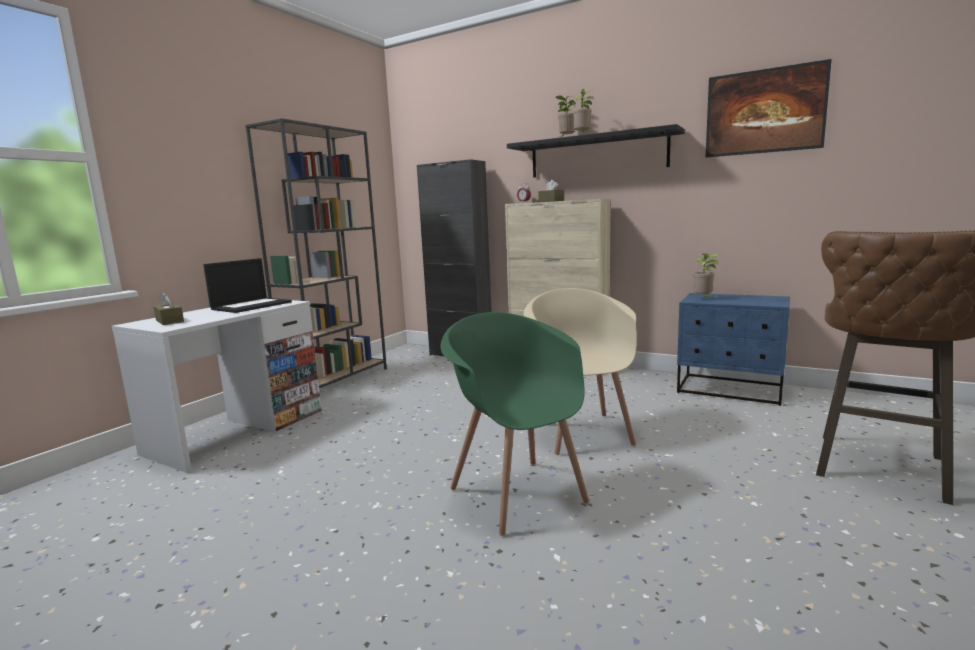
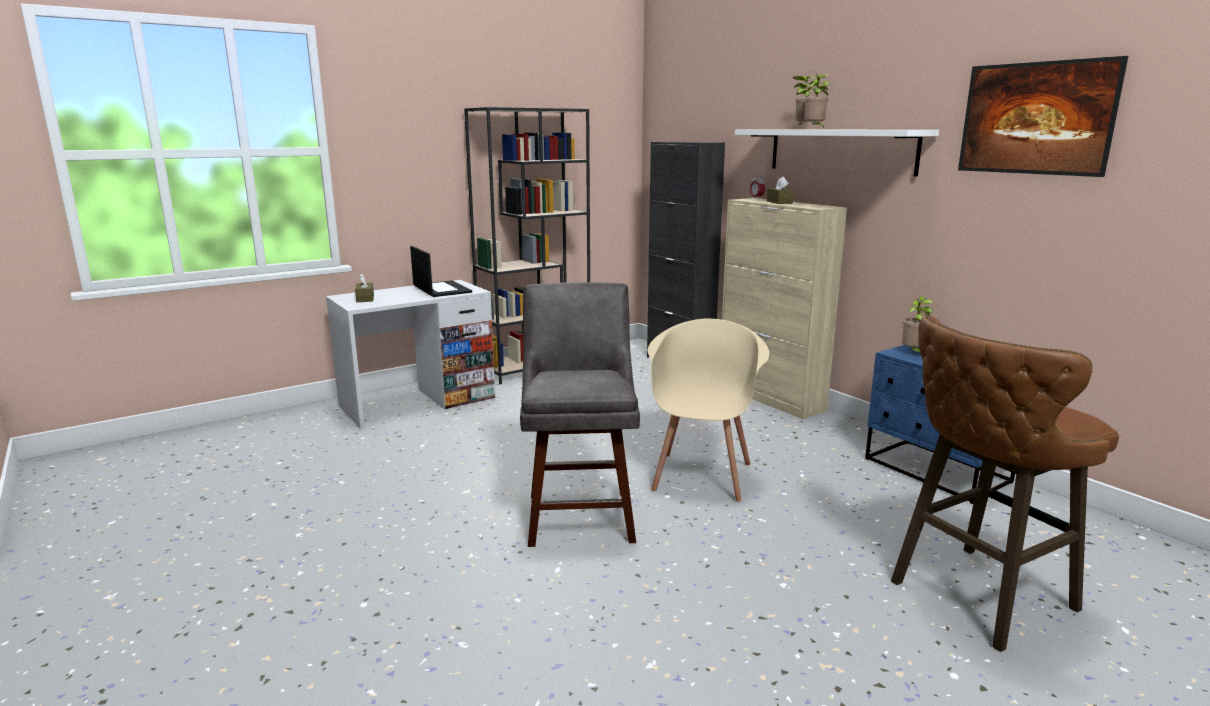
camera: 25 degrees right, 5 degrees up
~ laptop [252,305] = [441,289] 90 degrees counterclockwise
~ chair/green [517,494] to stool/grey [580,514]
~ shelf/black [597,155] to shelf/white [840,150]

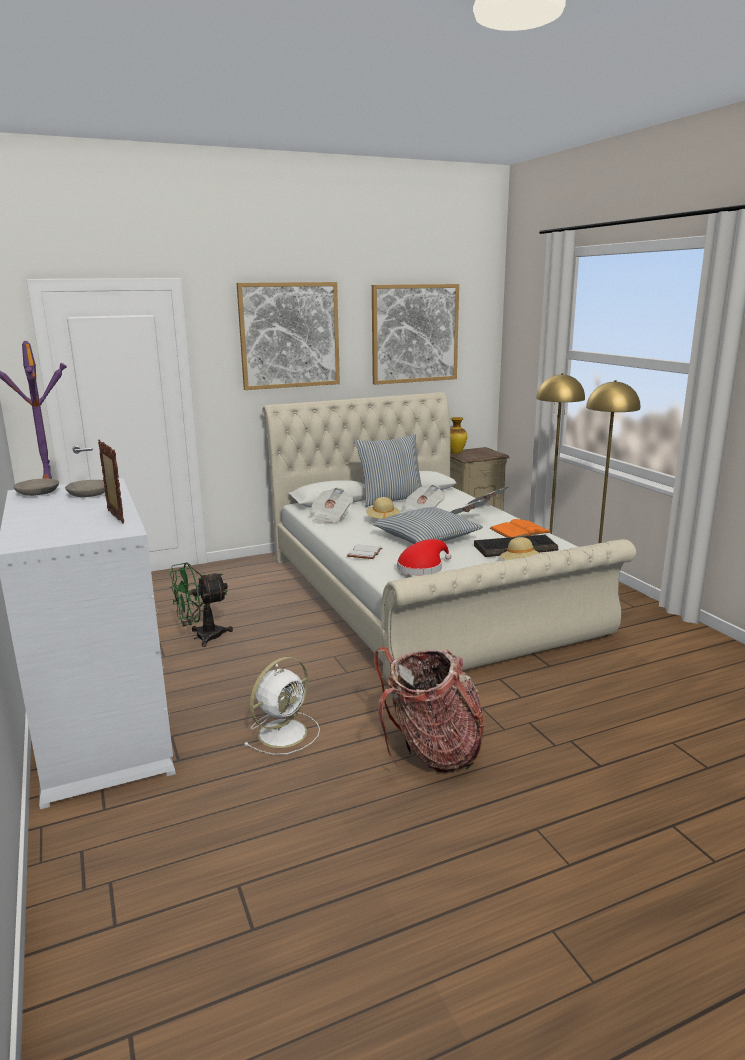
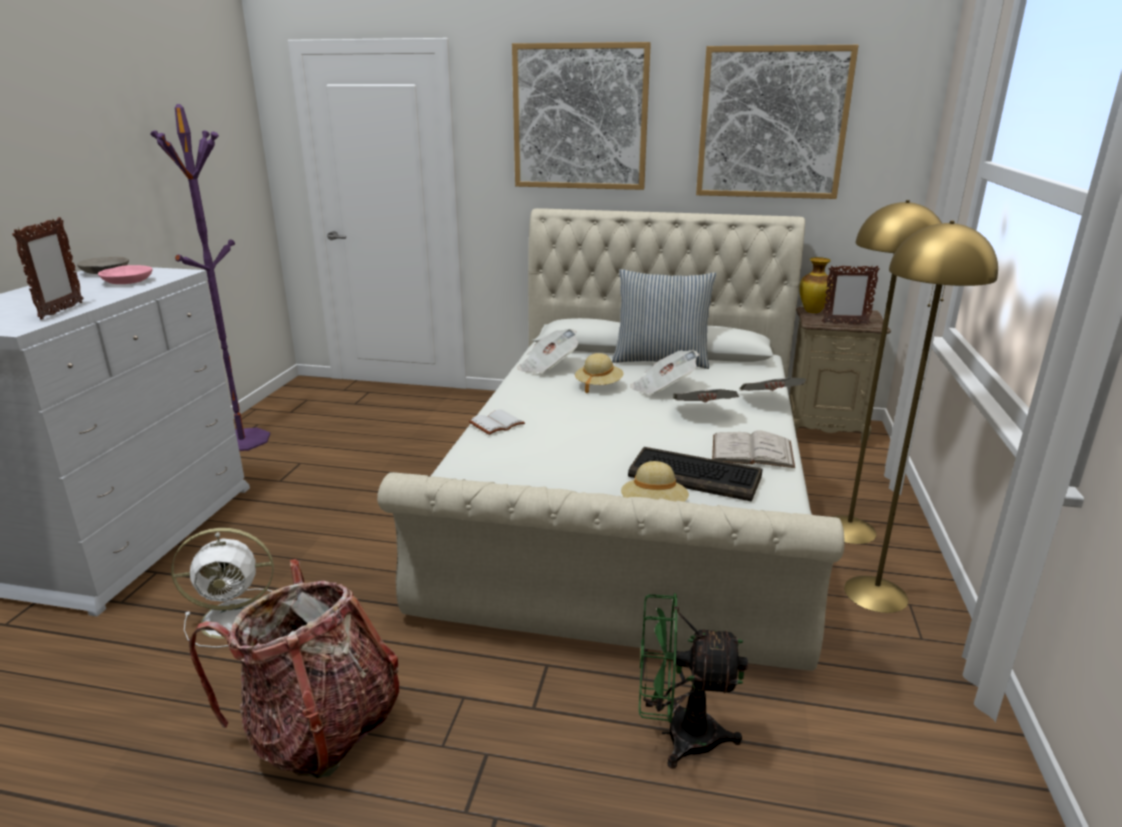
camera: 35 degrees right, 5 degrees up
~ bowl/grey [88,494] to bowl/pink [127,281]
~ fan/green [202,637] to [677,735]
~ book/orange [520,530] to book/white [752,451]
+ picture frame [845,324]
- pillow [426,537]
- hat/red [422,567]

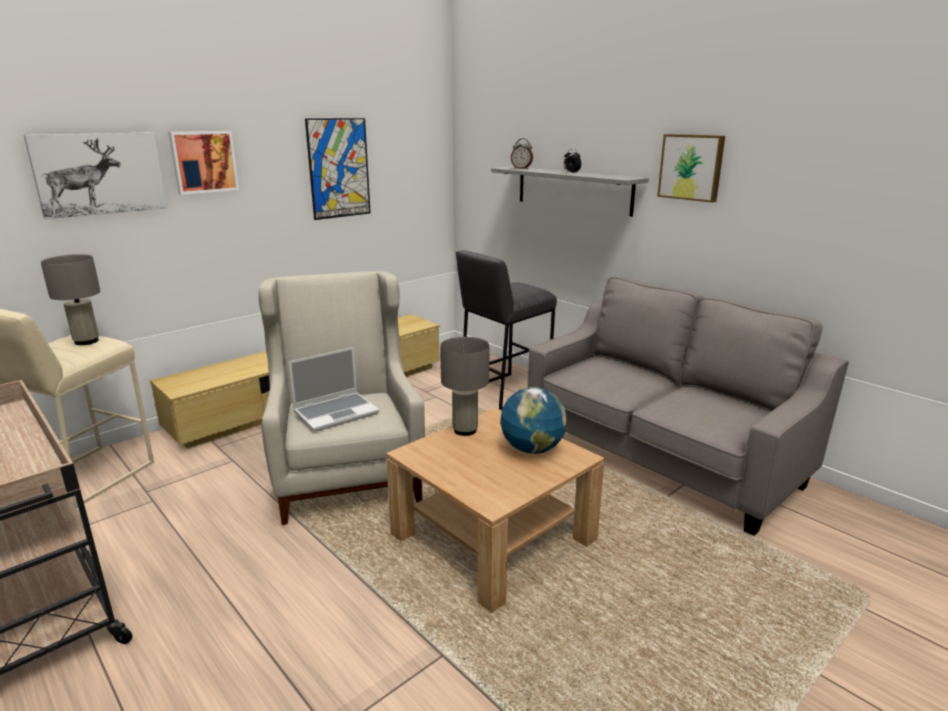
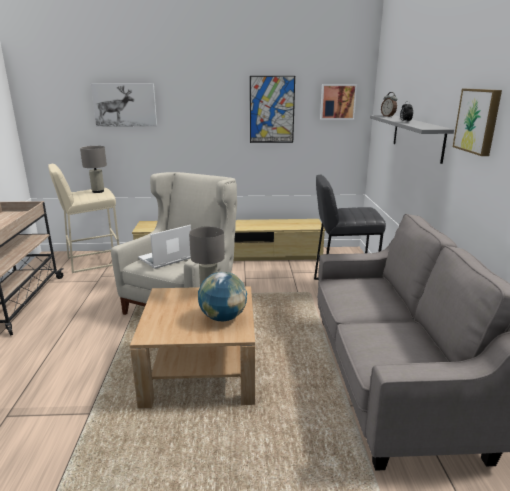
camera: 40 degrees right, 0 degrees up
~ laptop [336,412] = [165,259] 135 degrees clockwise
~ picture [203,162] to [337,101]

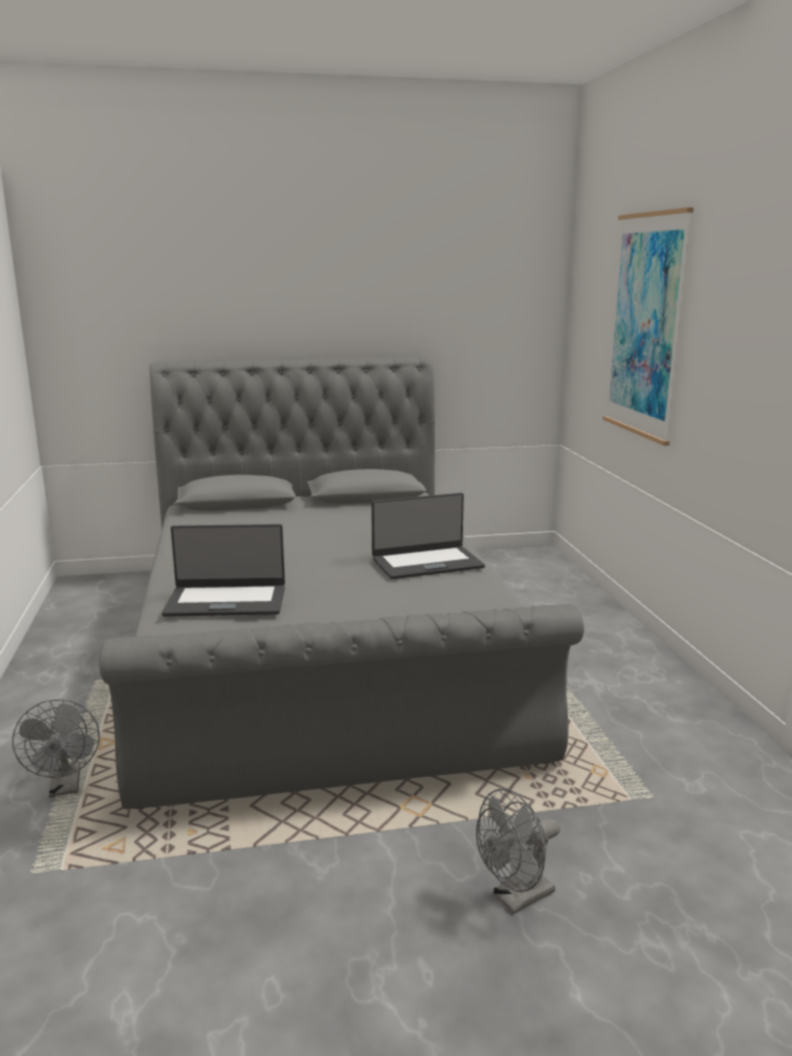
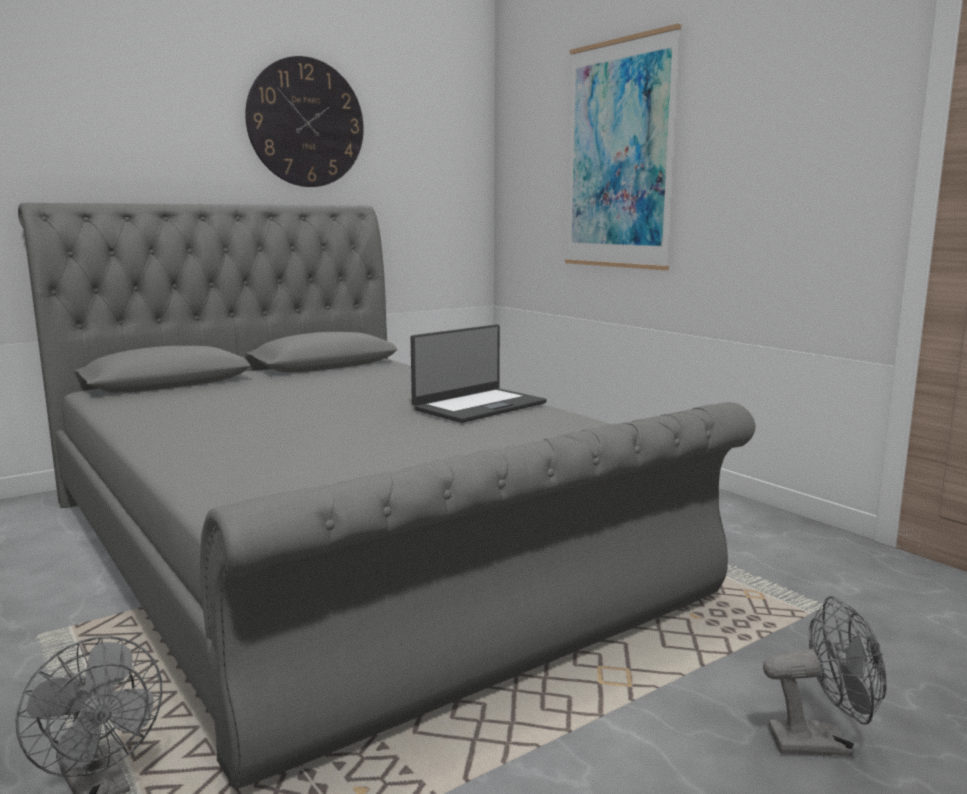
camera: 25 degrees left, 5 degrees down
+ wall clock [306,123]
~ fan/grey [516,898] = [821,742] 120 degrees counterclockwise
- laptop [226,601]

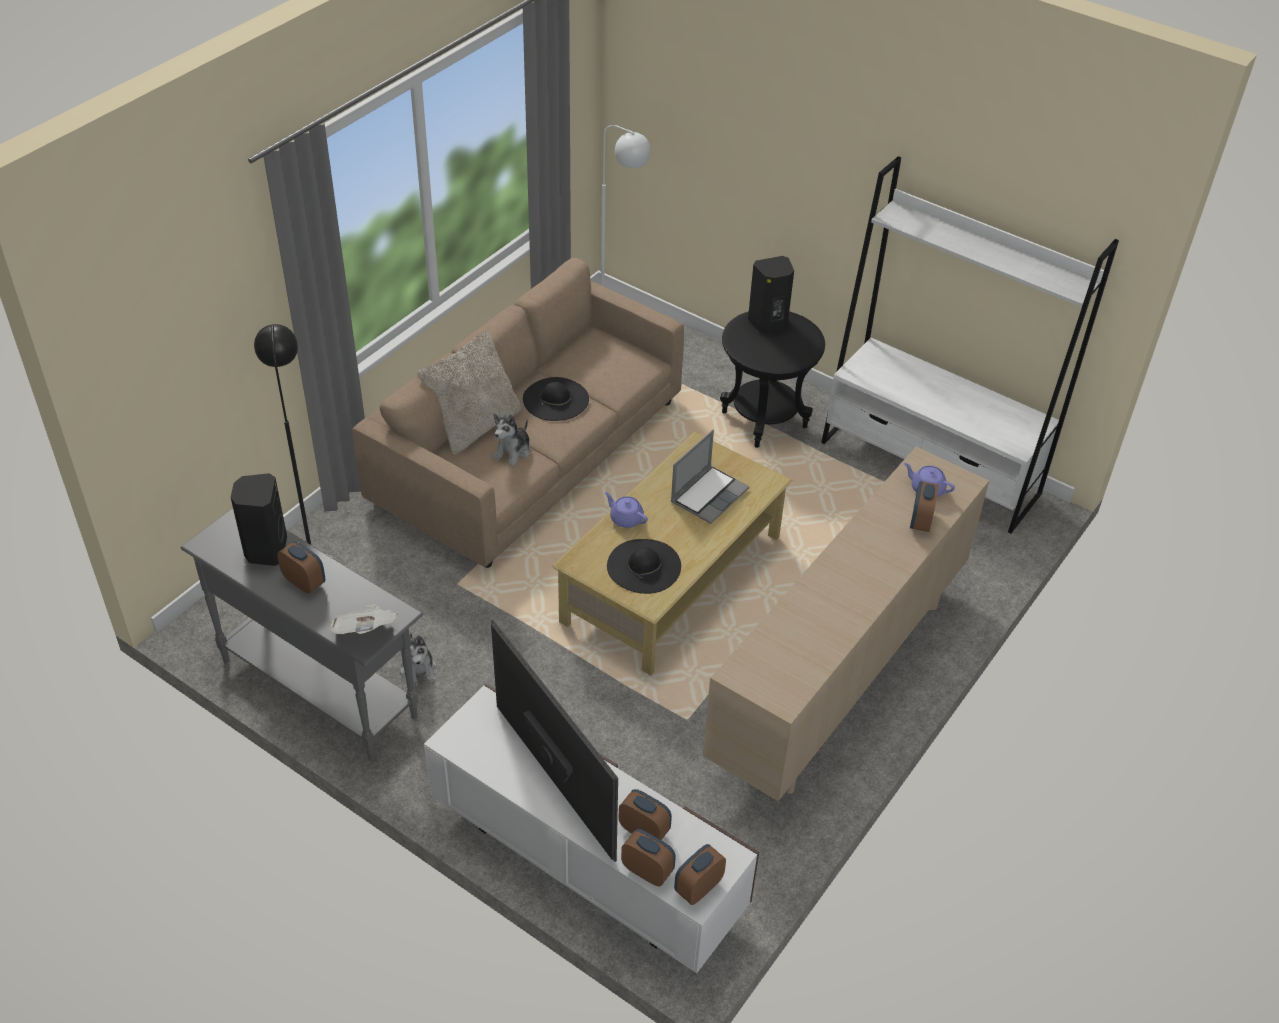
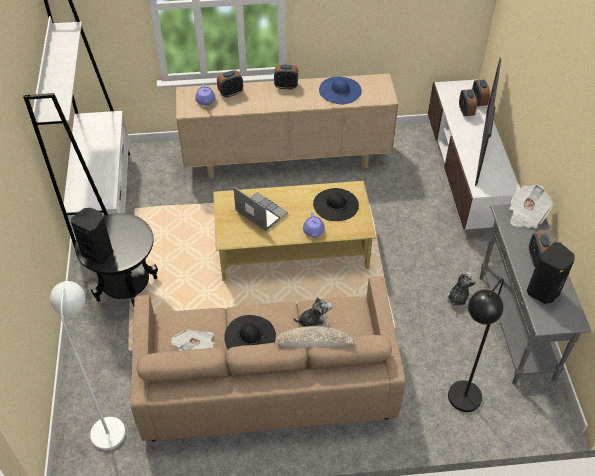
camera: 130 degrees left, 5 degrees up
+ newspaper [196,347]
~ laptop [709,495] = [260,212] 45 degrees clockwise
~ alarm clock [698,888] to [286,86]
+ hat/blue [340,90]

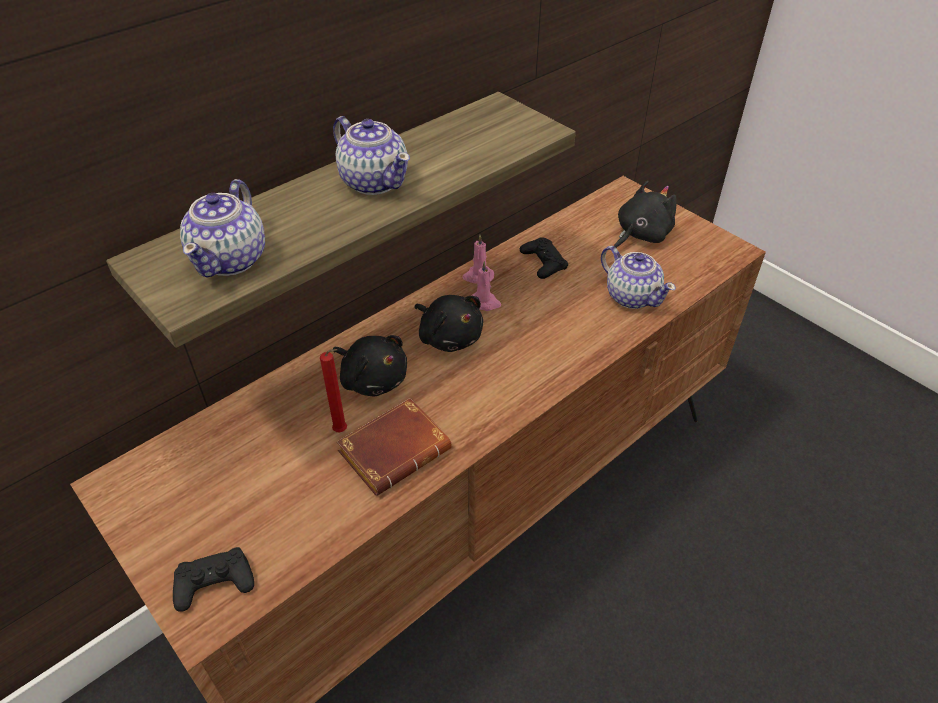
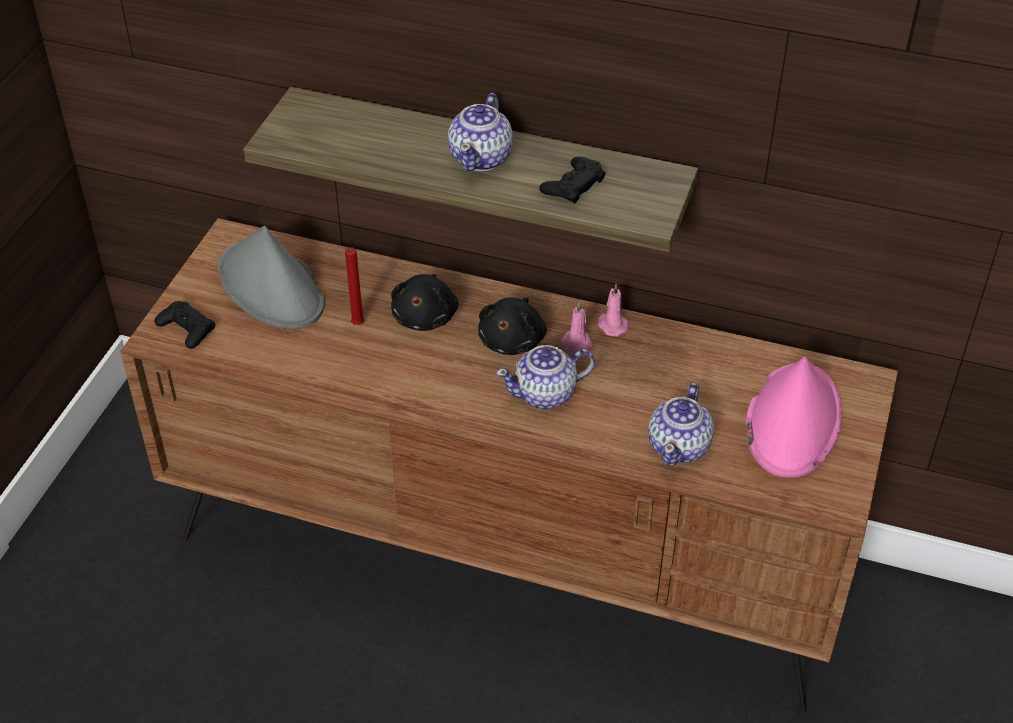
camera: 60 degrees right, 0 degrees up
+ hat/grey [271,287]
~ teapot [231,259] to [546,394]
~ game controller/black [543,262] to [573,185]
~ plush toy/black [640,235] to hat/pink [792,421]
- book/brown [395,449]

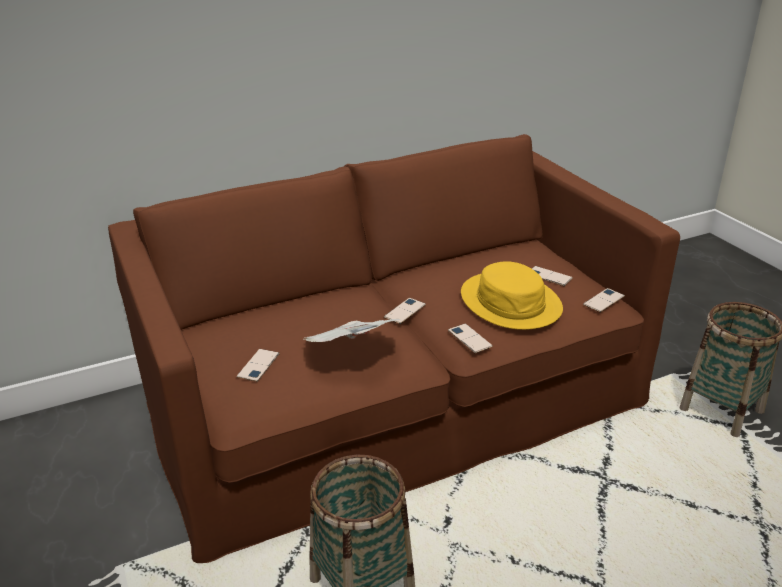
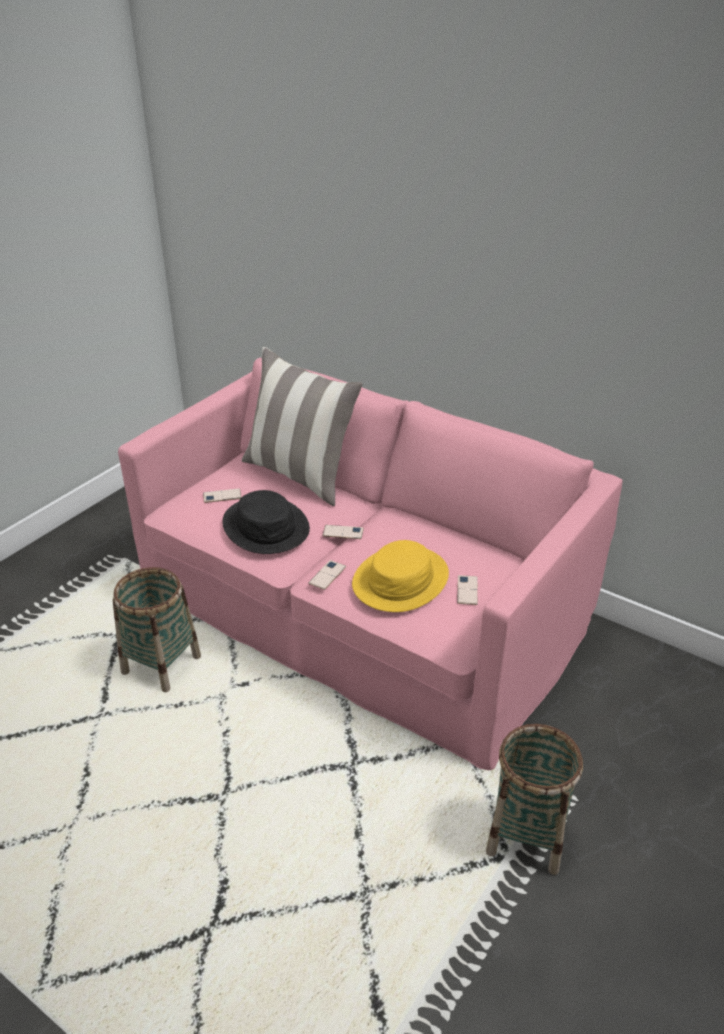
camera: 60 degrees right, 5 degrees up
~ sofa/brown [392,398] to sofa/pink [362,606]
~ newspaper [351,351] to hat/black [266,527]
+ pillow [300,475]
- phone [603,300]

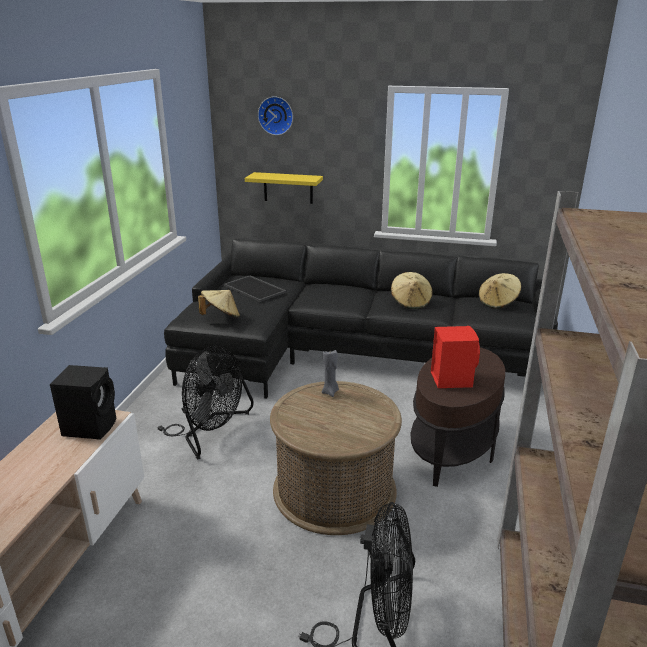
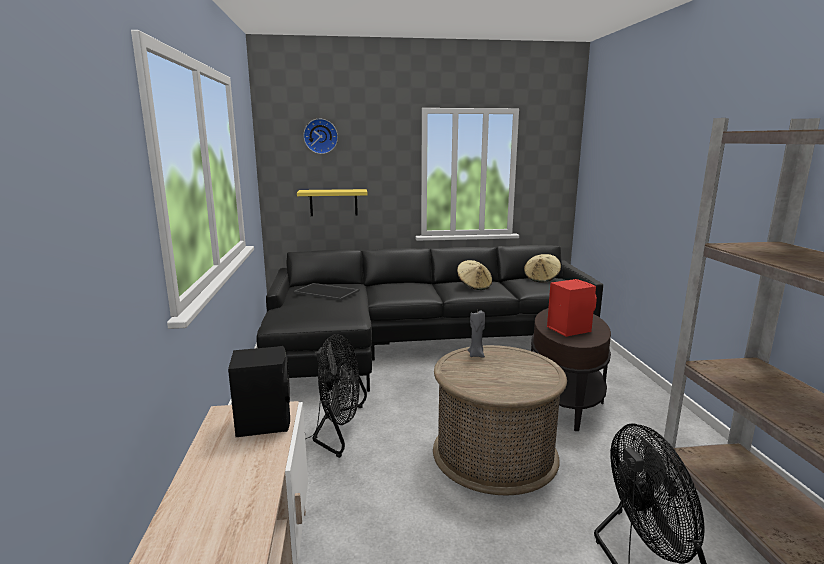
camera: 20 degrees left, 10 degrees down
- hat/beige [221,317]

